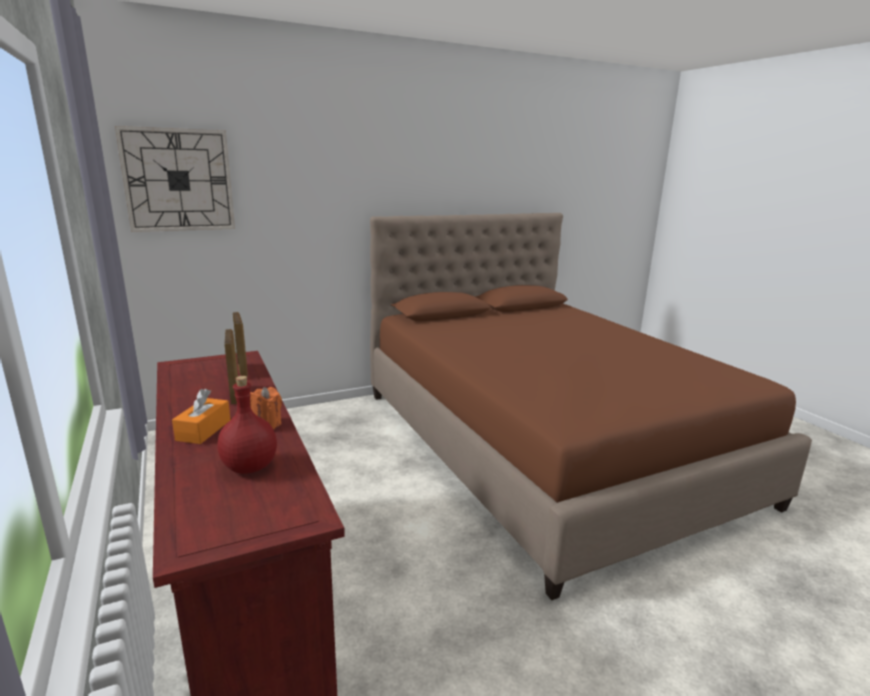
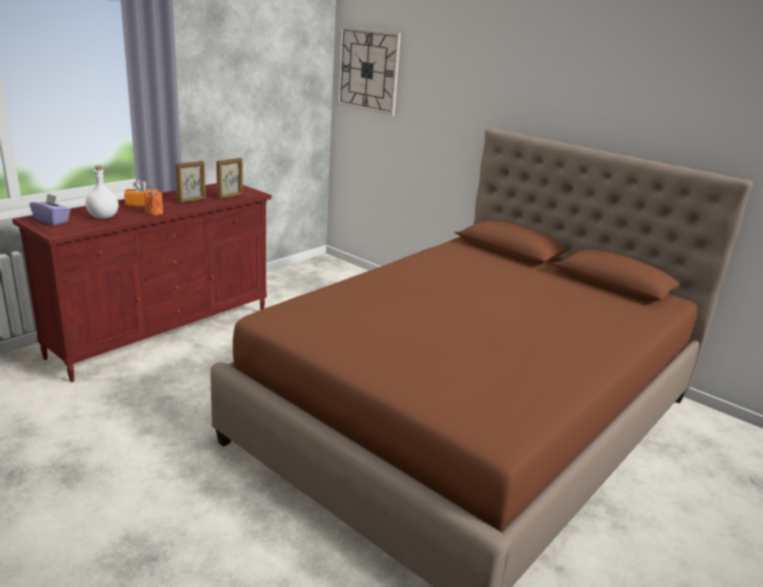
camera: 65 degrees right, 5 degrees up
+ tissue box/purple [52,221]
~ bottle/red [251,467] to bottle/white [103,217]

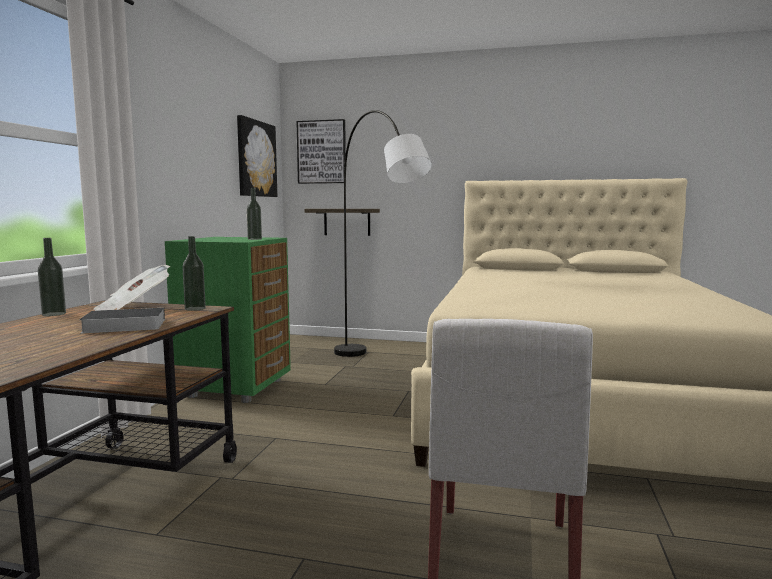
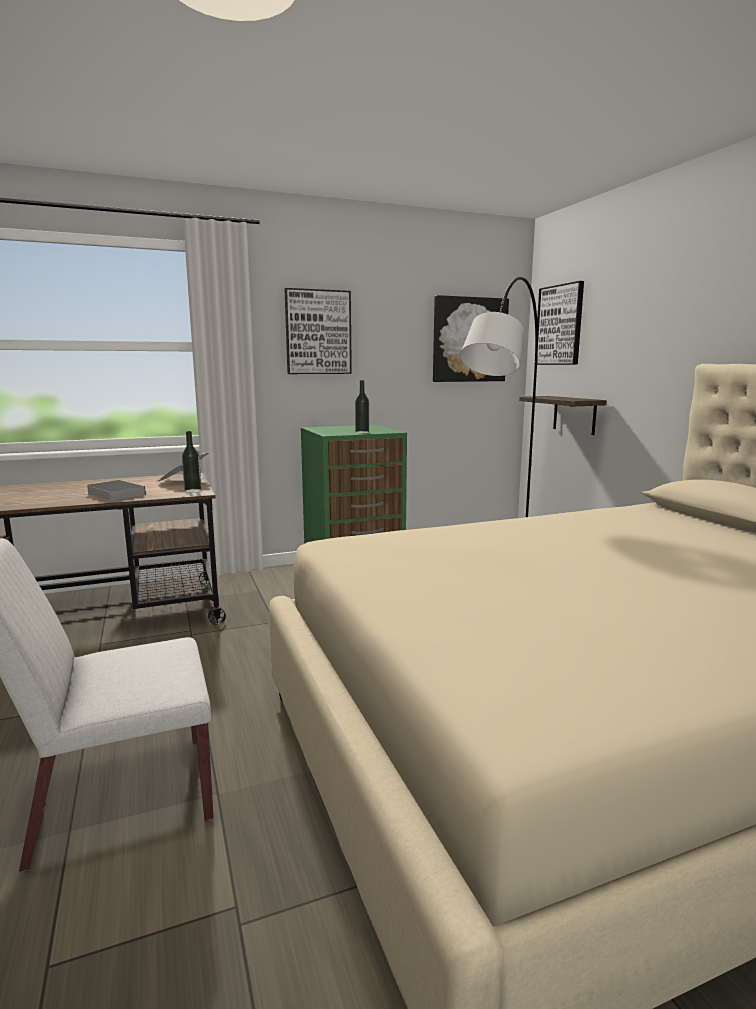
camera: 55 degrees right, 5 degrees up
+ picture [318,332]
- bottle [54,314]

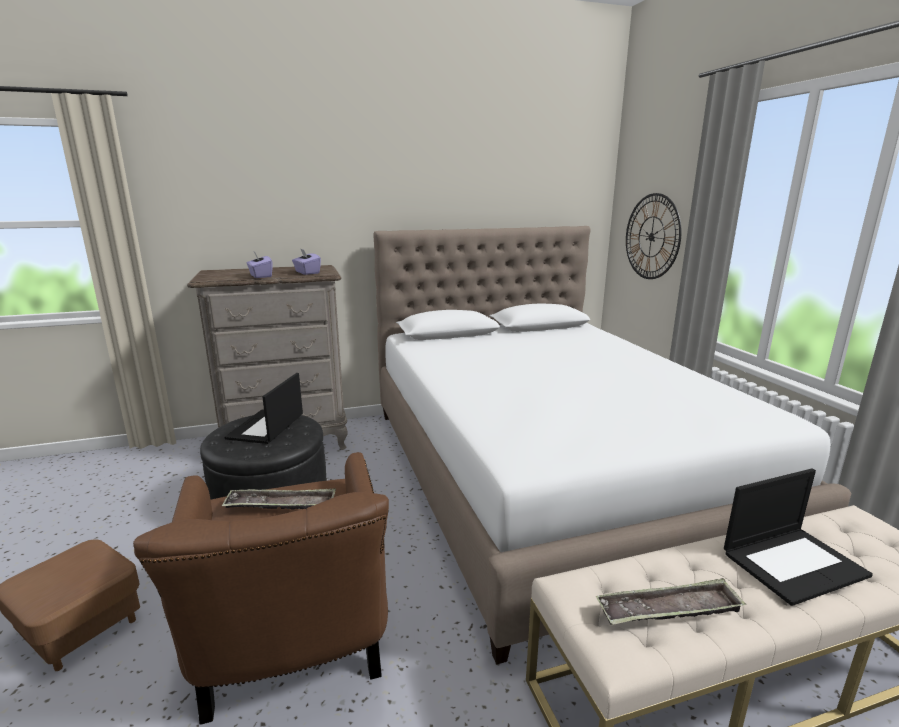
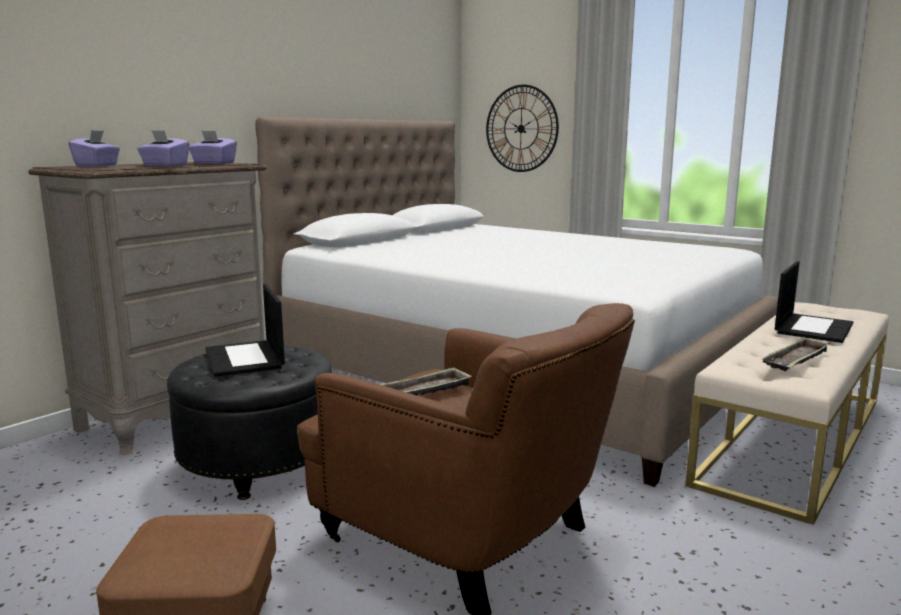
camera: 35 degrees left, 5 degrees down
+ tissue box/purple [97,166]

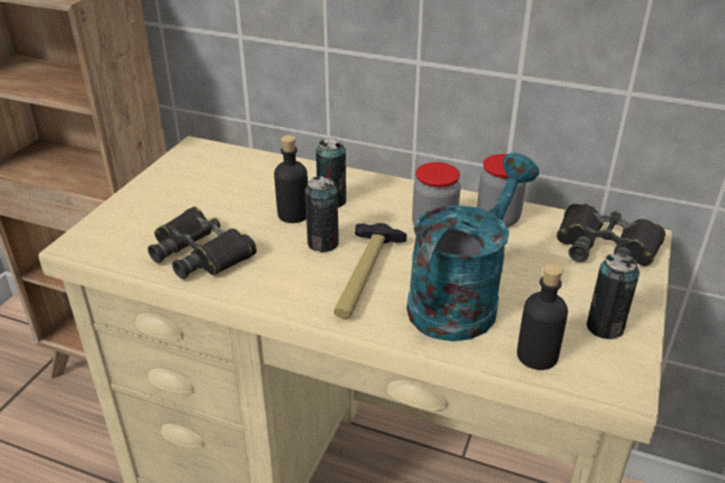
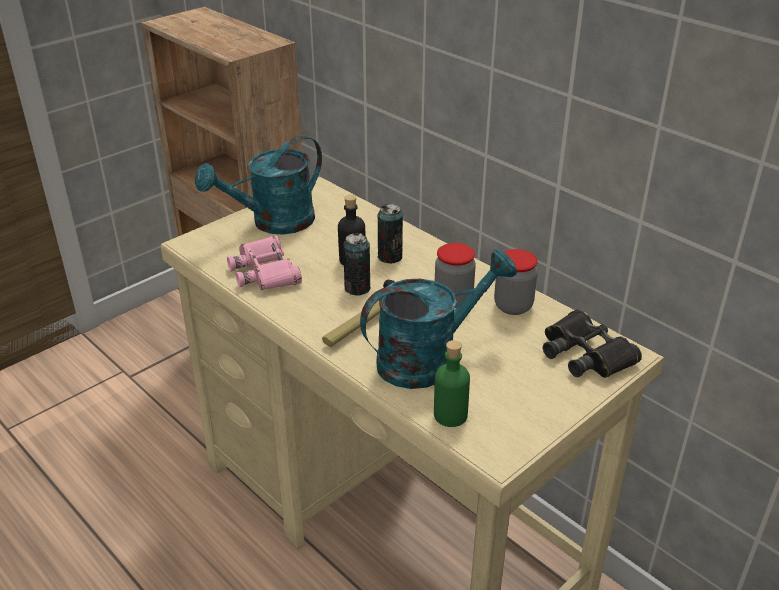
camera: 25 degrees right, 0 degrees up
+ watering can/turquoise [273,223]
~ binoculars/black [200,253] to binoculars/pink [265,272]
~ bottle/black [537,355] to bottle/green [450,415]
- can [604,327]

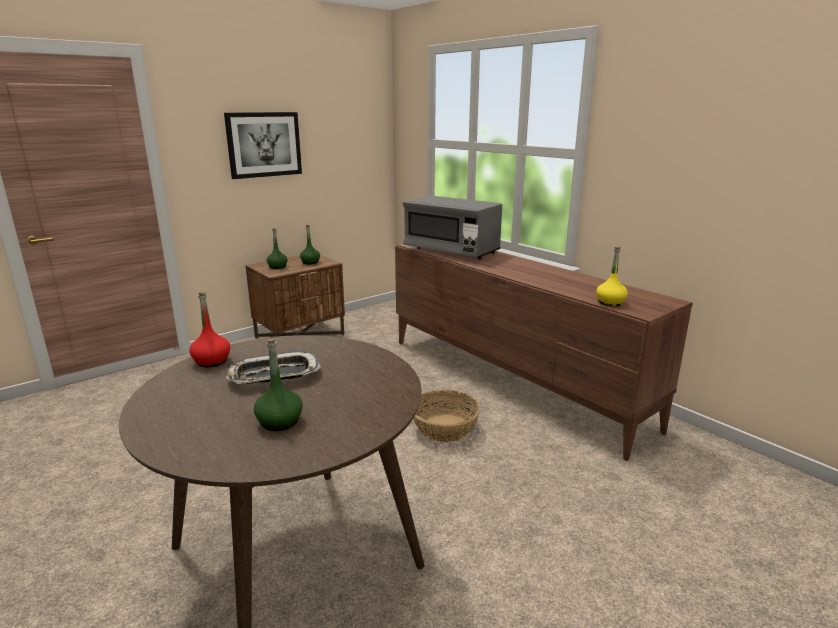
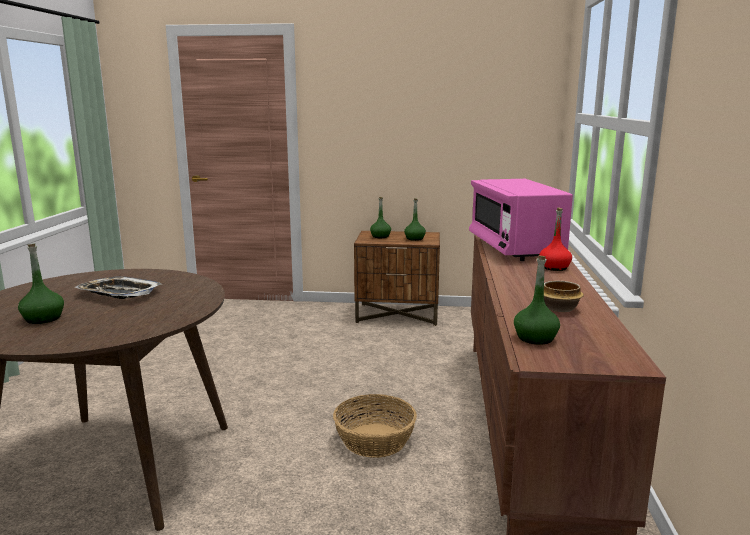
camera: 45 degrees right, 5 degrees down
~ microwave/grey [451,251] to microwave/pink [514,248]
~ bottle/yellow [610,302] to bottle/green [535,338]
~ bottle/red [212,361] to [554,267]
+ bowl [559,309]
- picture [264,144]

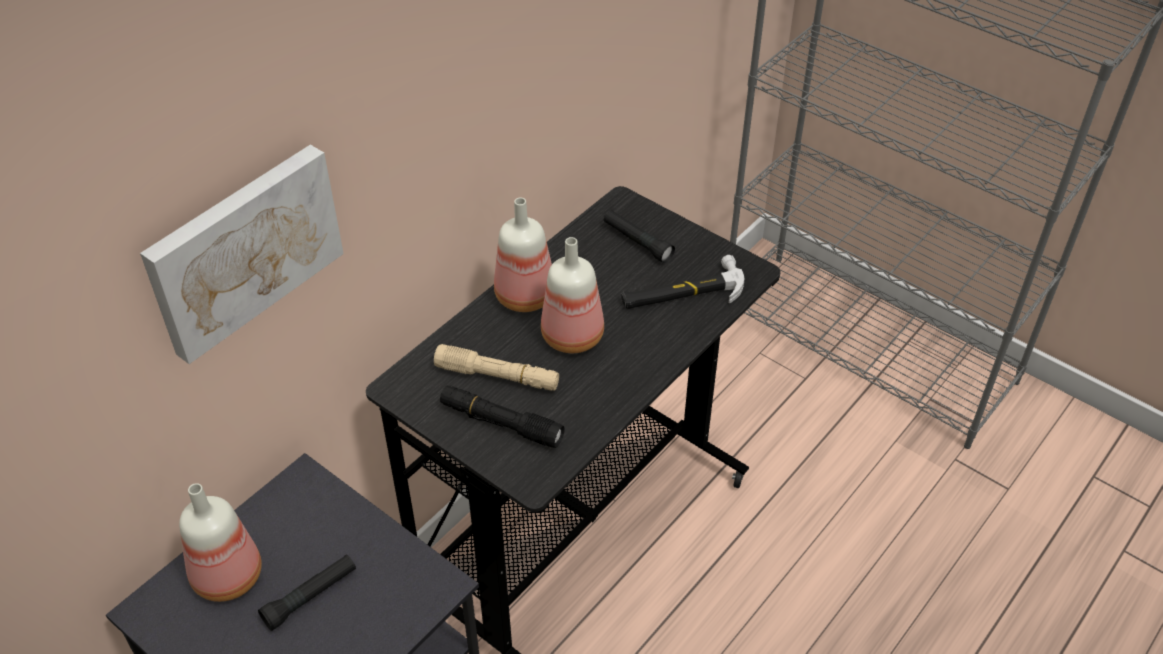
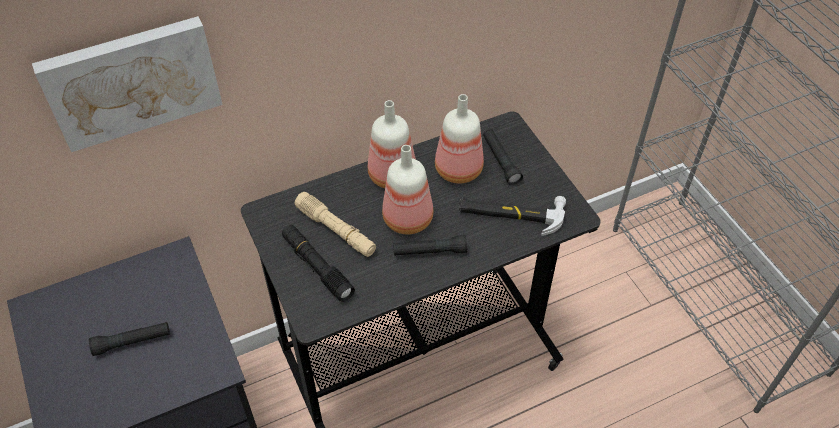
camera: 25 degrees right, 5 degrees up
+ flashlight/black [429,251]
~ bottle [228,578] to [458,171]

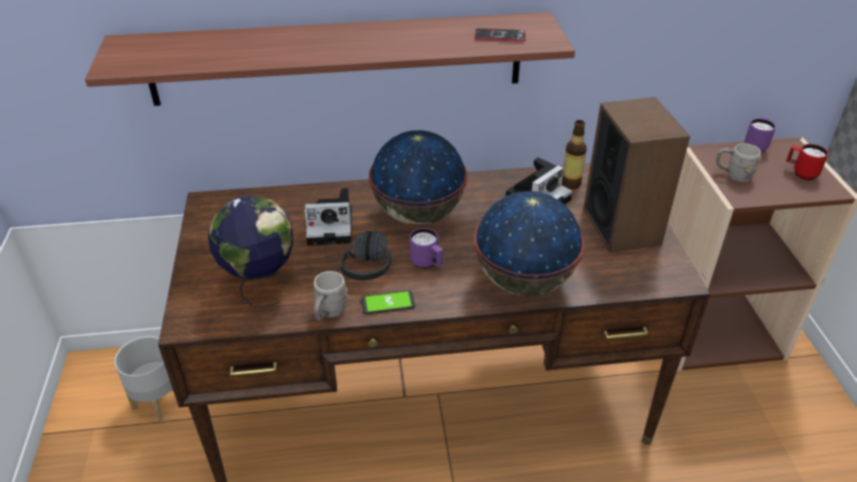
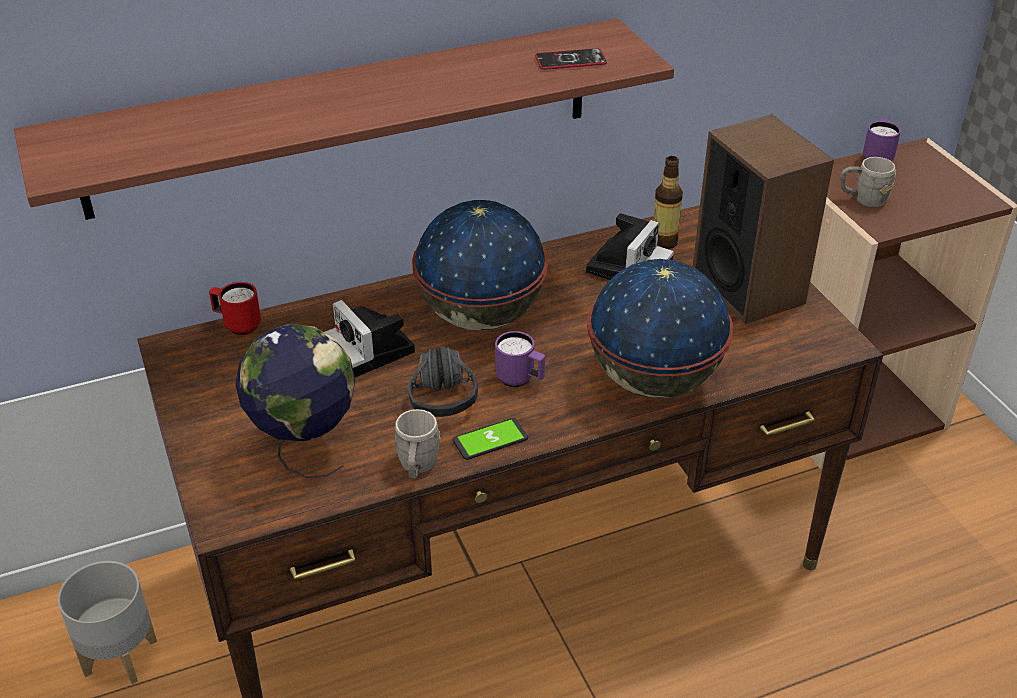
camera: 15 degrees left, 0 degrees up
~ mug/red [800,173] to [237,325]
~ photo camera [332,226] = [370,351] 75 degrees clockwise

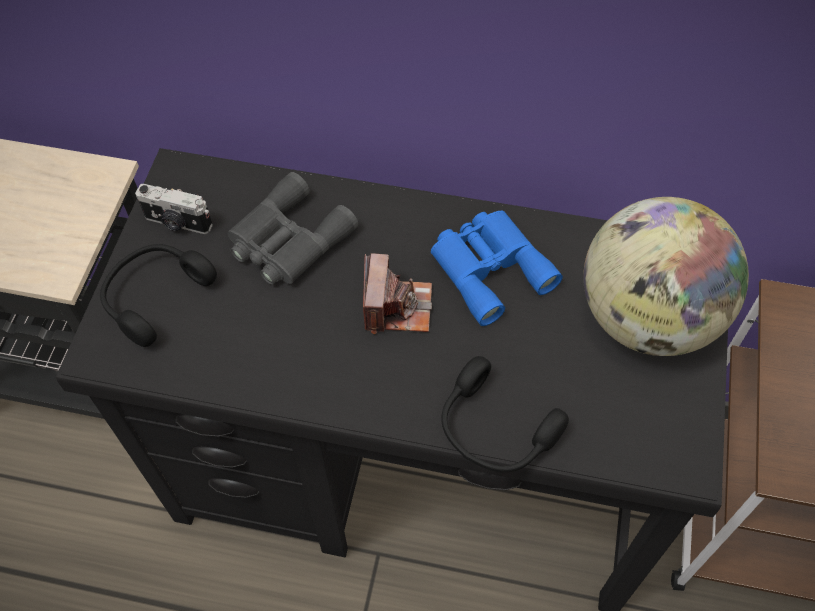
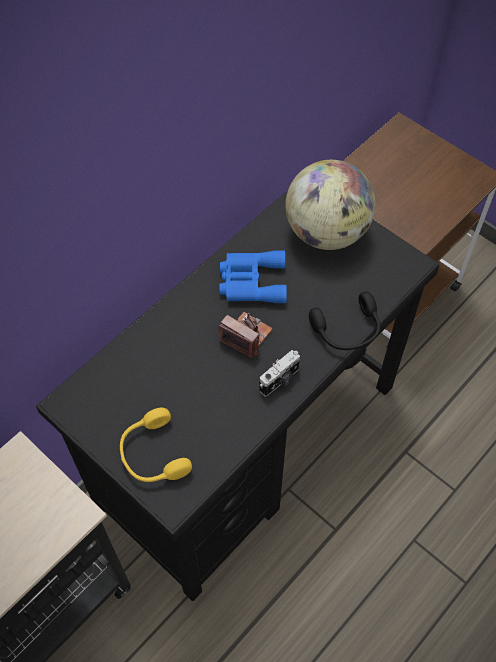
camera: 60 degrees left, 0 degrees up
~ headphones/black [155,296] to headphones/yellow [152,454]
~ photo camera [178,223] to [280,380]
- binoculars/grey [287,241]

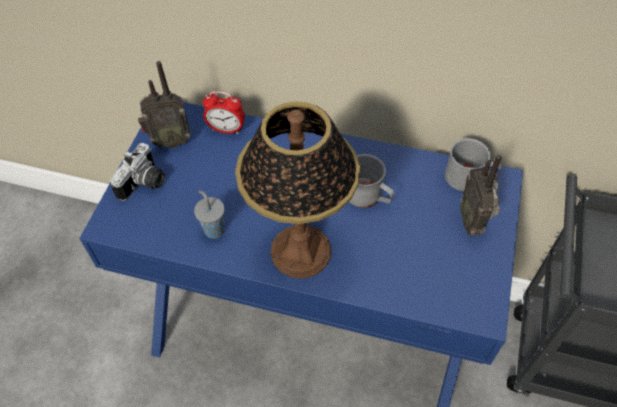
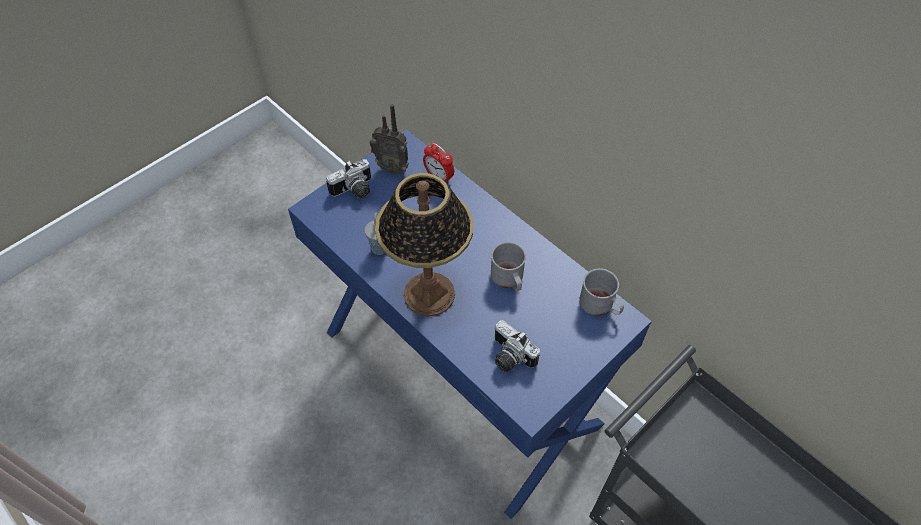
camera: 30 degrees right, 0 degrees up
+ photo camera [509,357]
- radio [473,222]

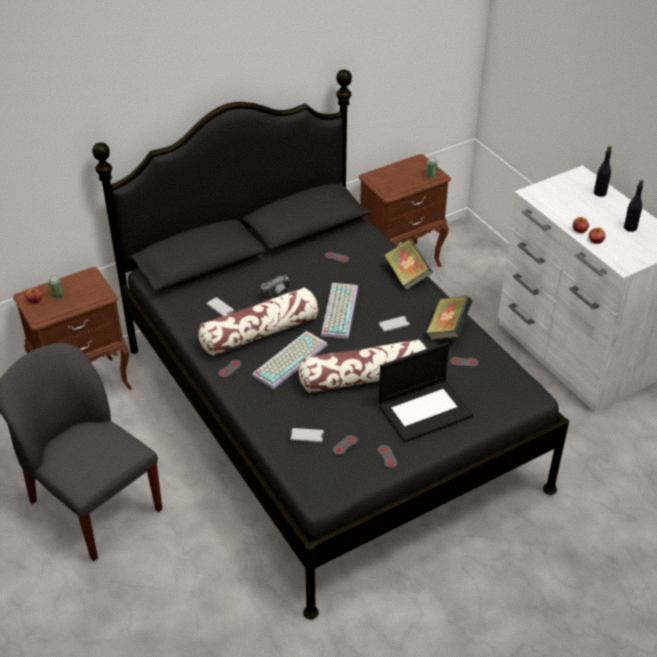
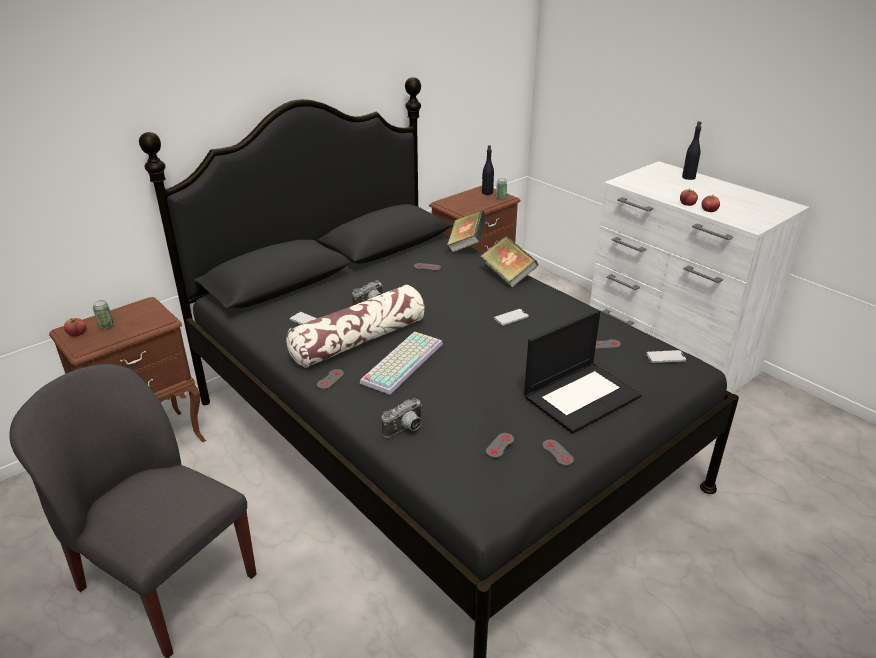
camera: 10 degrees left, 10 degrees down
+ photo camera [405,430]
~ book [447,329] to [466,245]
~ bottle/black [630,227] to [487,193]
~ phone [307,435] to [665,357]
- pillow [364,378]
- keyboard [338,310]

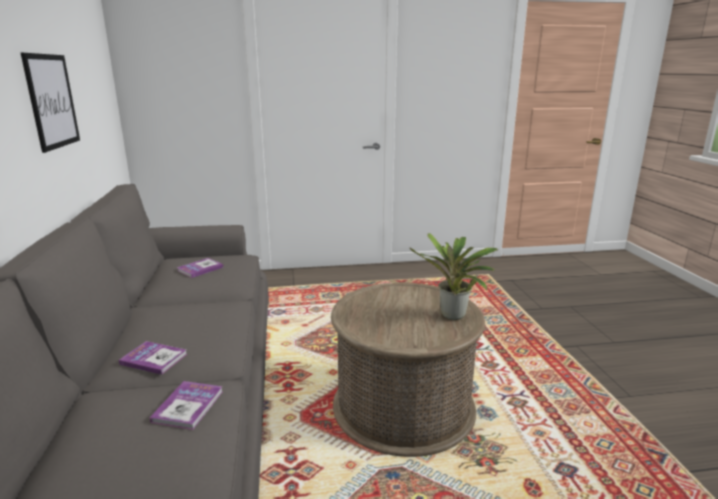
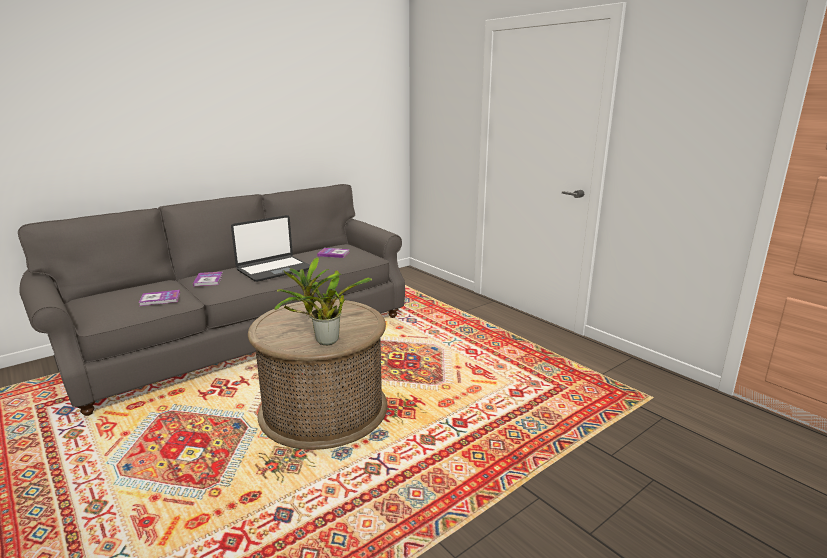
camera: 60 degrees right, 0 degrees up
+ laptop [274,269]
- picture [52,101]

